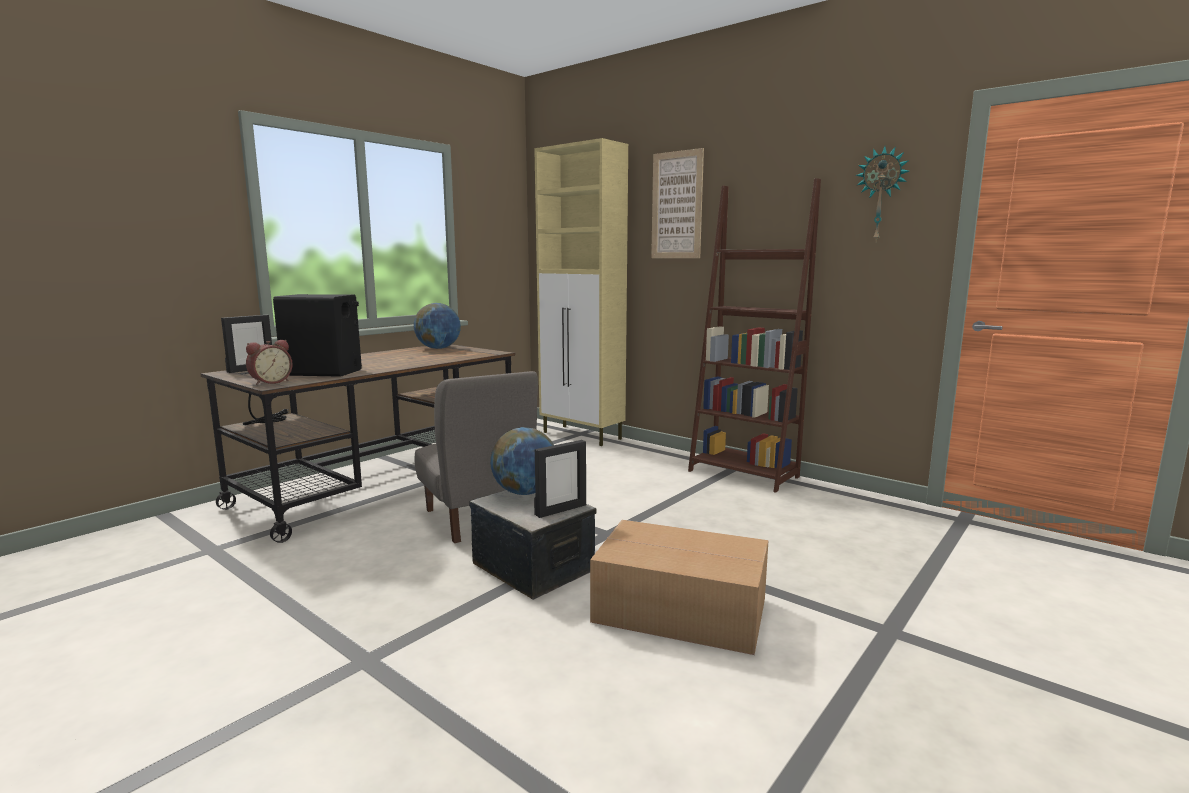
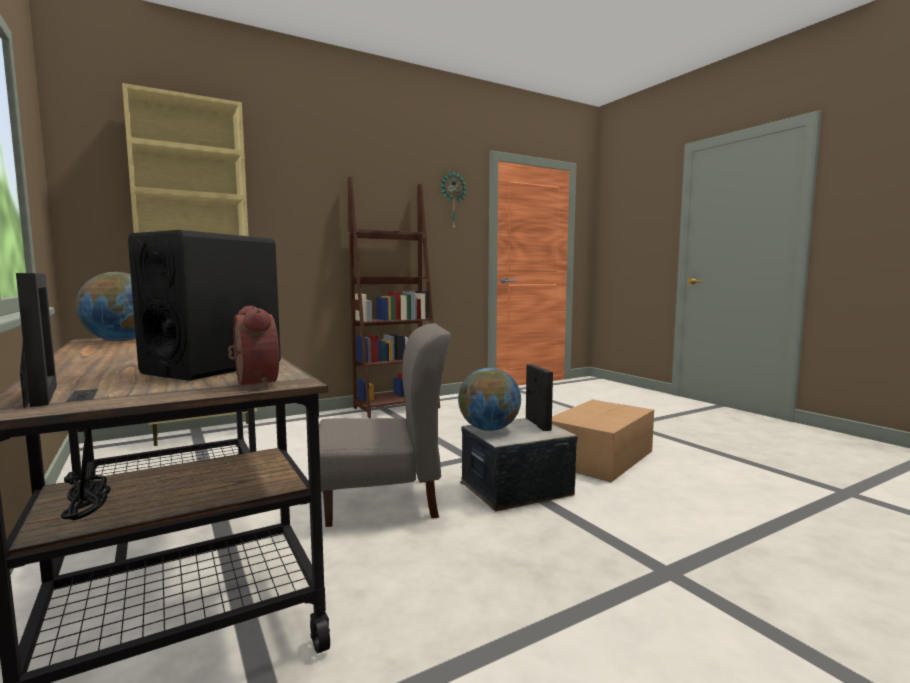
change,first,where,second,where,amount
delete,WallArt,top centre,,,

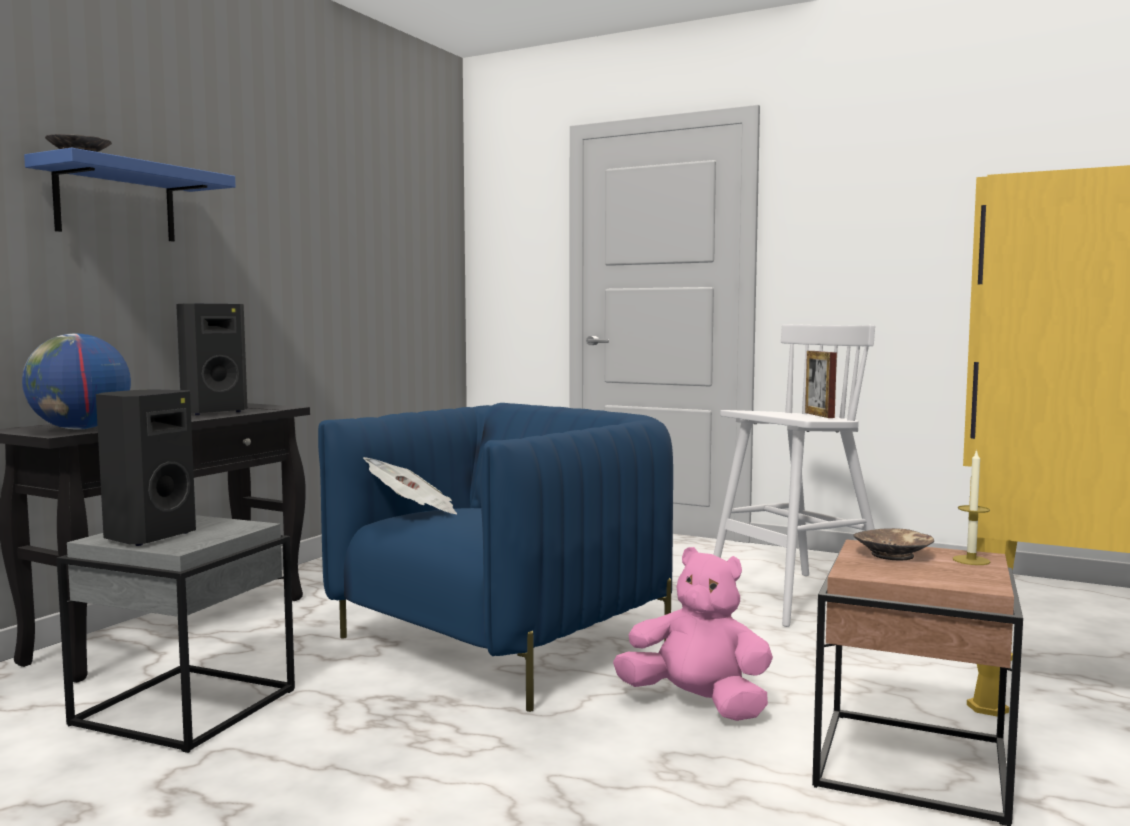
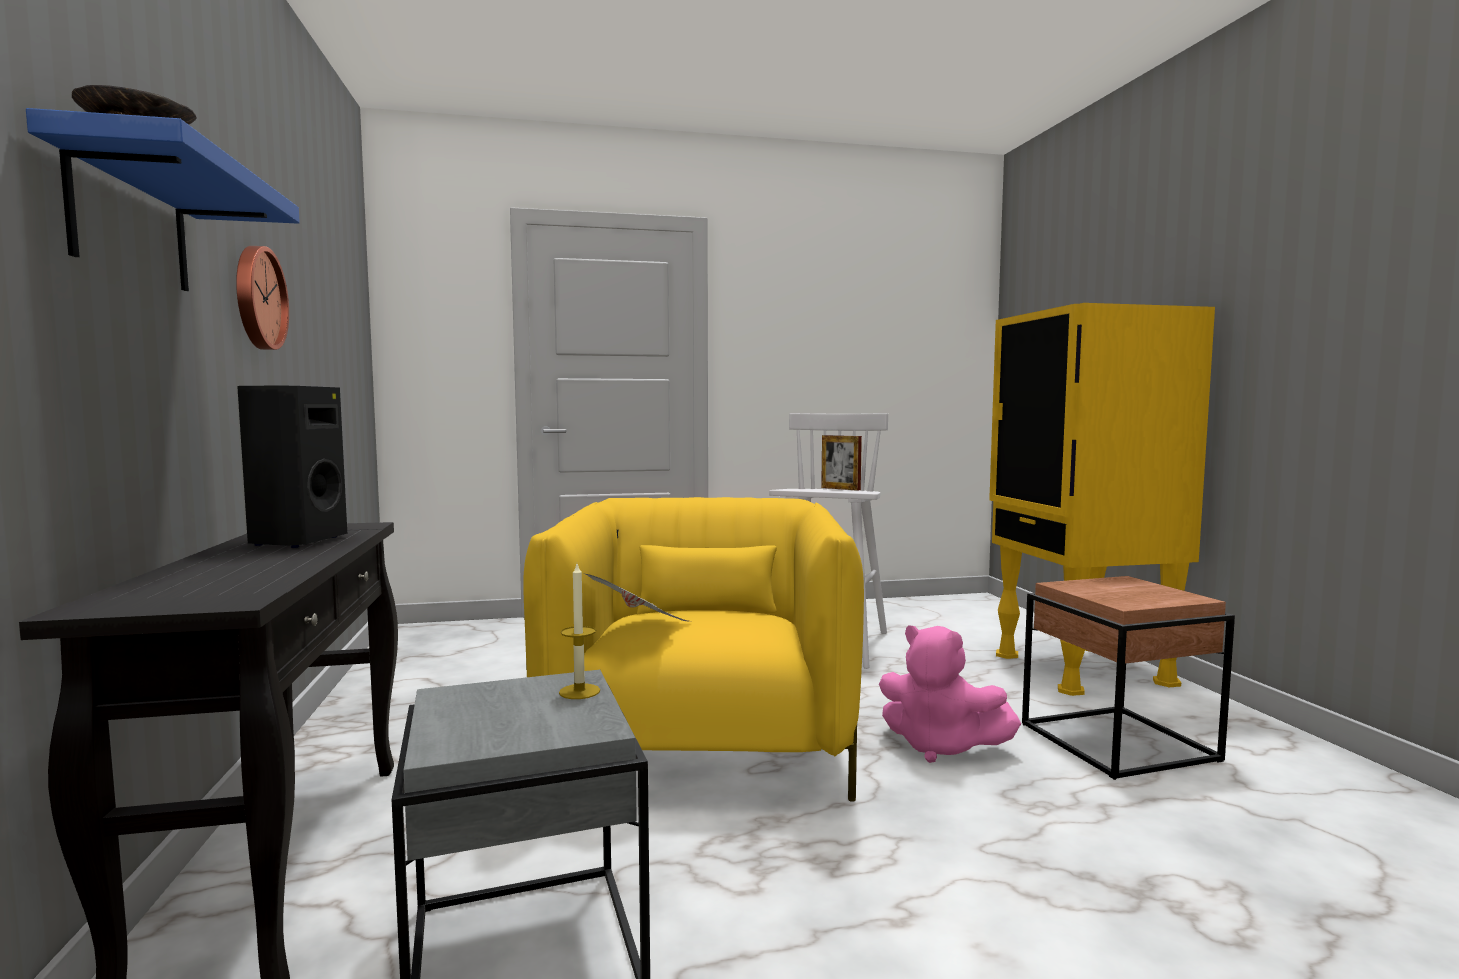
change,first,where,second,where,amount
insert,,,WallClock,top left,
recolor,BlueArmchair,bottom centre,YellowColouredArmchair,centre,
move,WaxCandle,middle right,,centre,
rotate,PinkPlushToy,bottom centre,,bottom centre,135 degrees counterclockwise
delete,WorldGlobe,middle left,,,
delete,BlackishAudioSpeaker (1st from left),middle left,,,
delete,BrownColouredServingBowl (2nd from left),middle right,,,

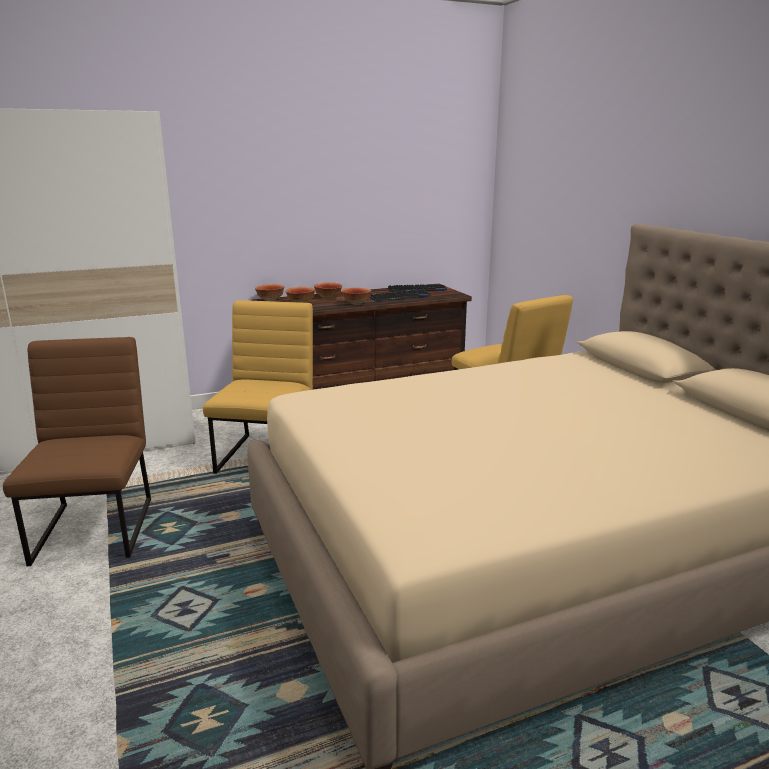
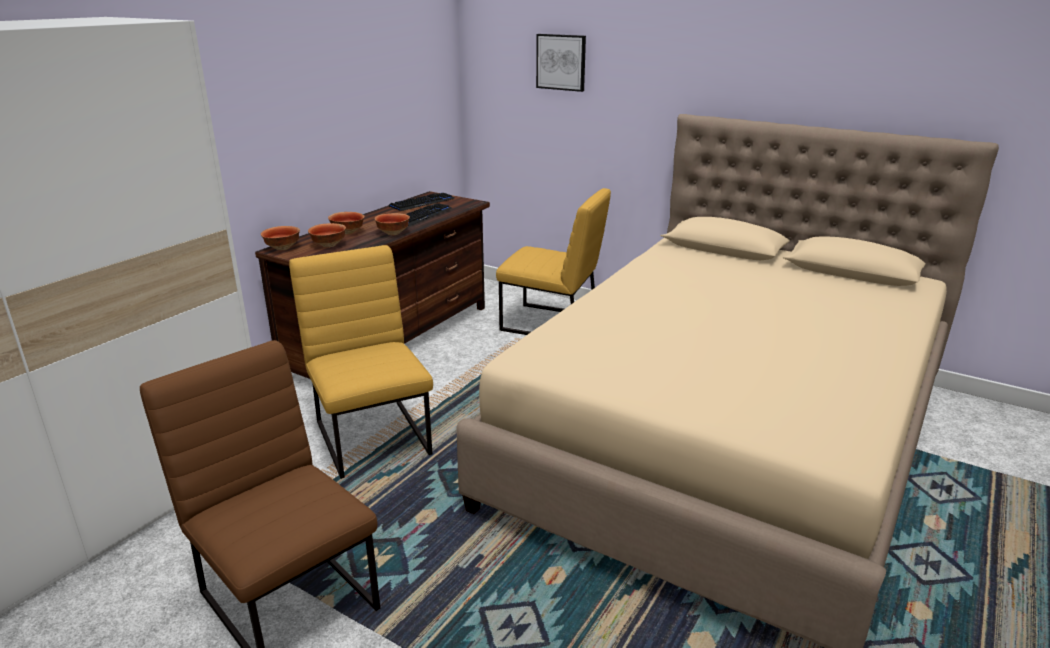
change,first,where,second,where,amount
insert,,,WallArt,top centre,

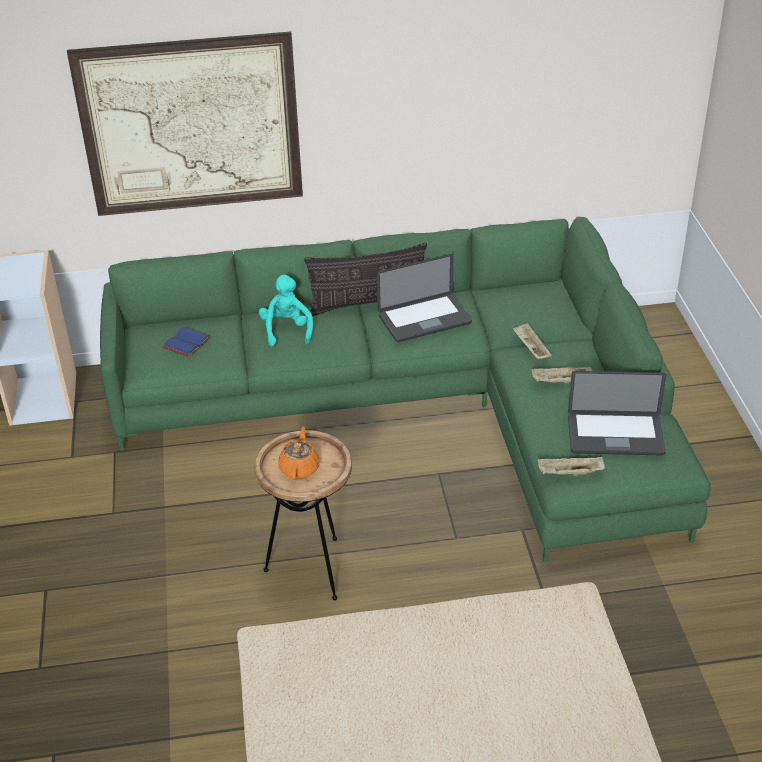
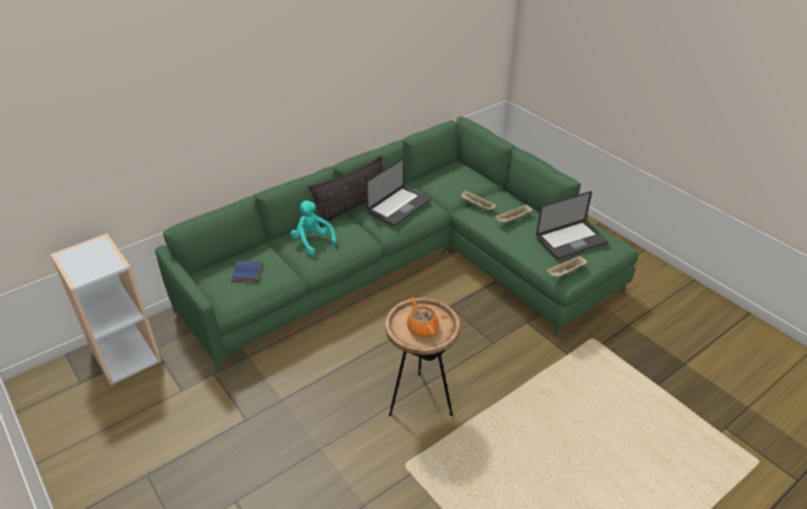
change,first,where,second,where,amount
delete,WallArt,top left,,,

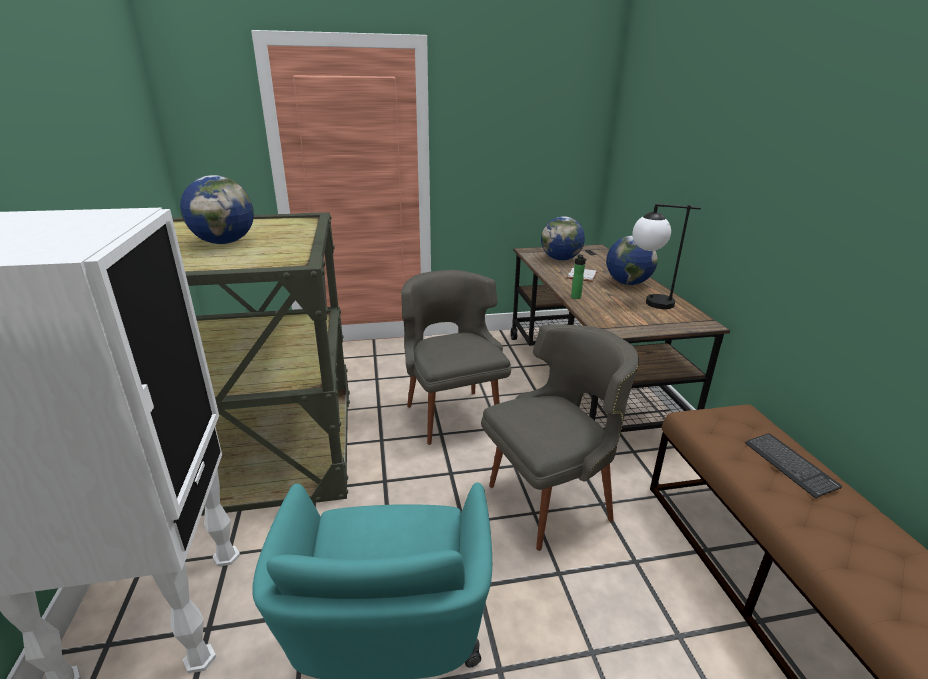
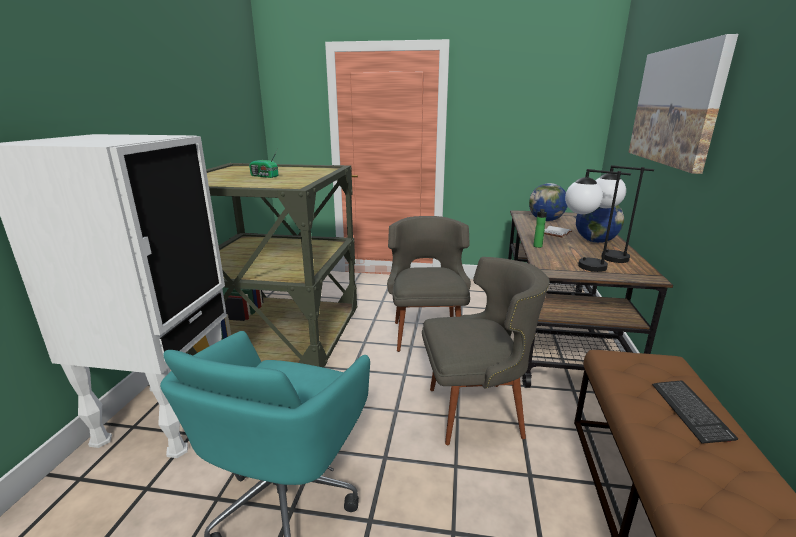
change,first,where,second,where,amount
replace,WorldGlobe (1st from left),top left,Radio,top left,
insert,,,TableLamp (1st from left),middle right,
insert,,,WallArt,top right,

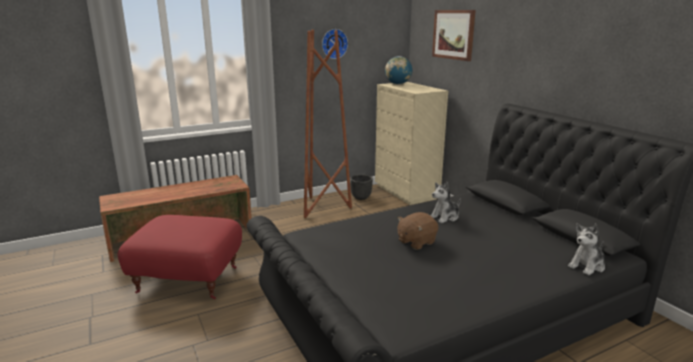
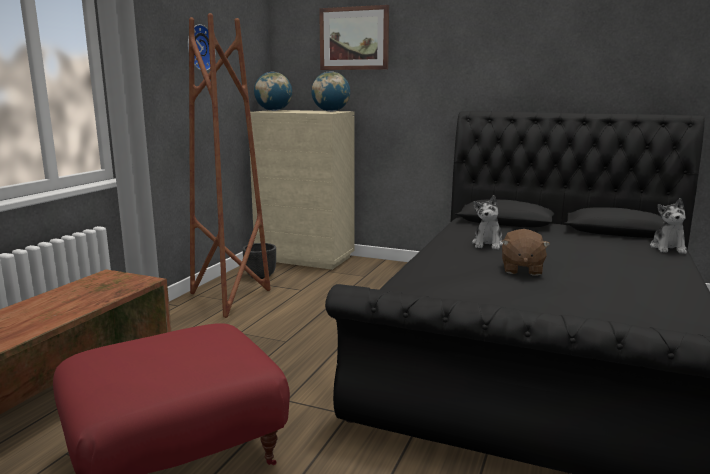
change,first,where,second,where,amount
insert,,,WorldGlobe (2nd from left),top centre,

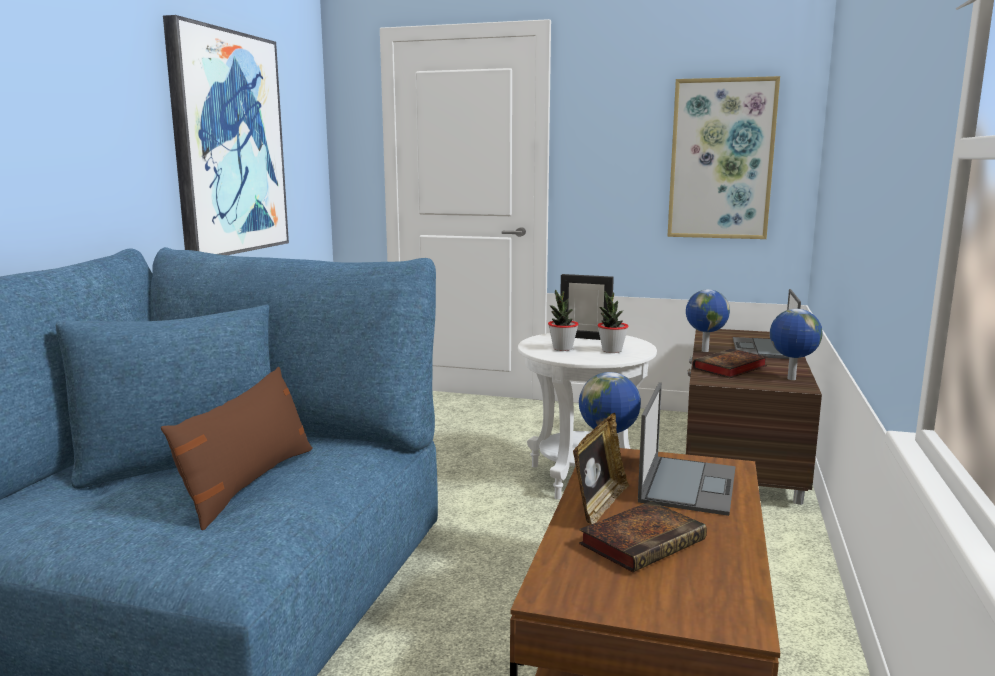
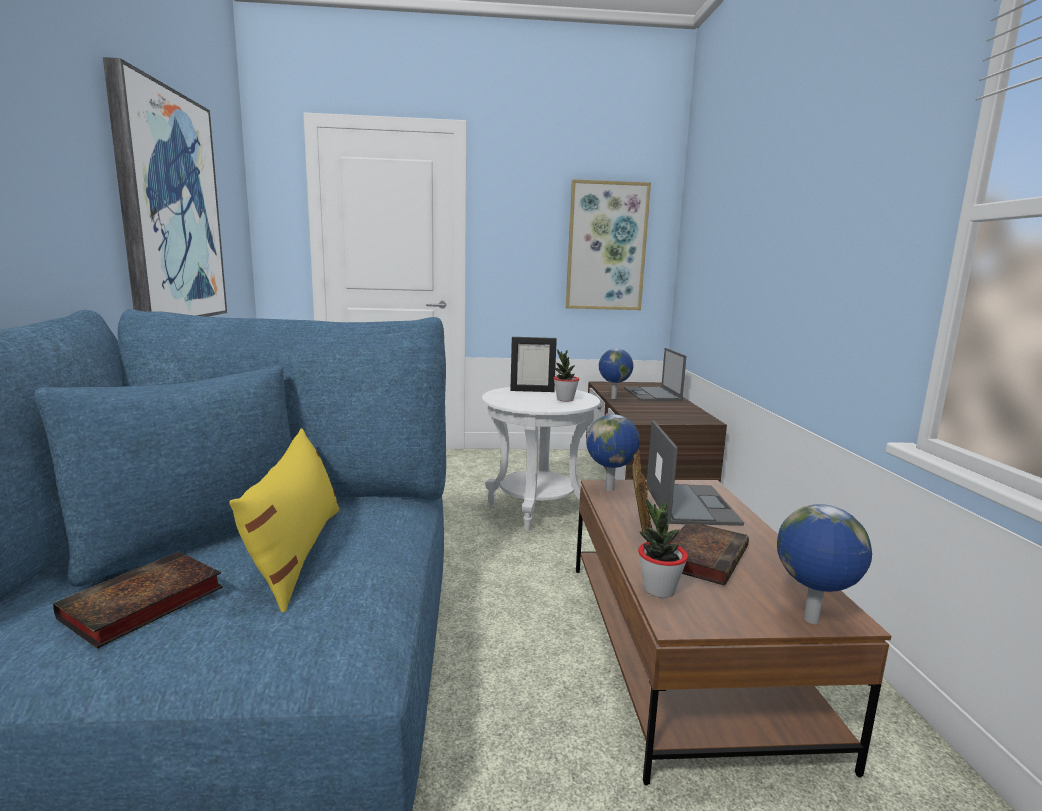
change,first,where,second,where,amount
move,Book (2nd from left in the first image),middle right,Book (1st from left),bottom left,
recolor,BrownColouredPillow,middle left,YellowColouredPillow,middle left,
move,Houseplant (1st from left in the first image),centre,Houseplant (2nd from left),bottom centre,
move,WorldGlobe (3rd from left),middle right,,bottom right,

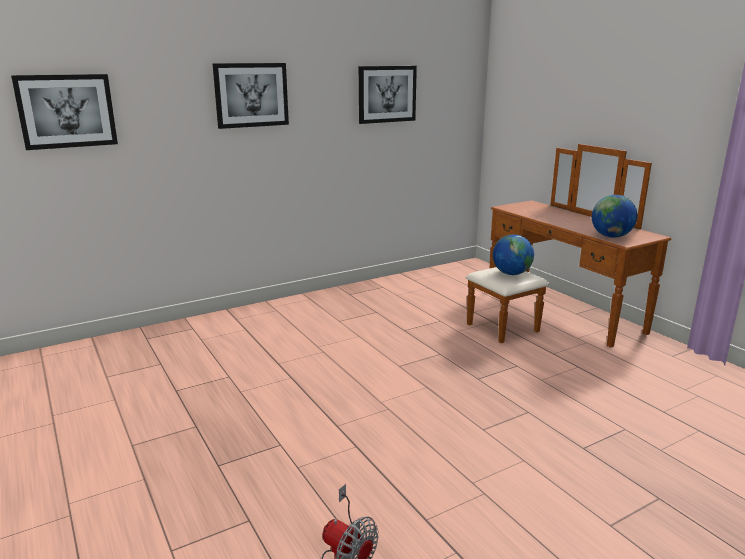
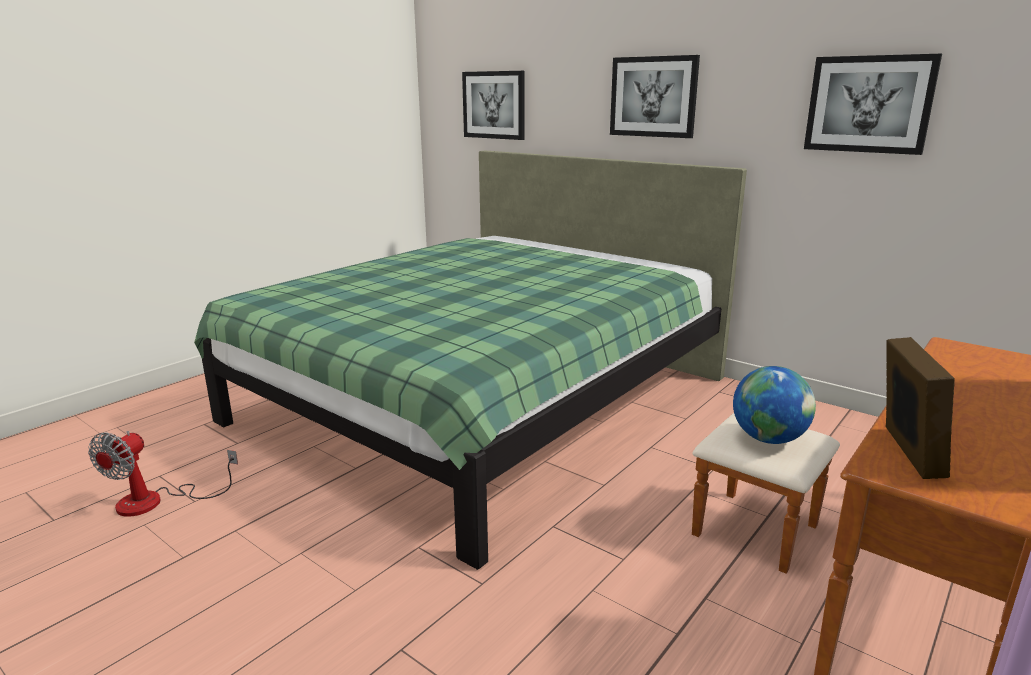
change,first,where,second,where,amount
insert,,,GreenSleepingBed,centre,
replace,WorldGlobe (2nd from left),middle right,StandingFrame,middle right,

